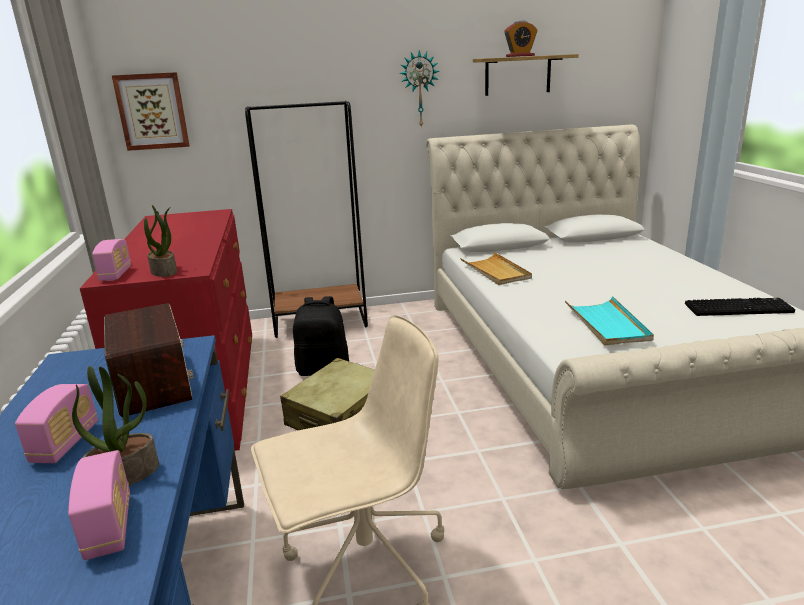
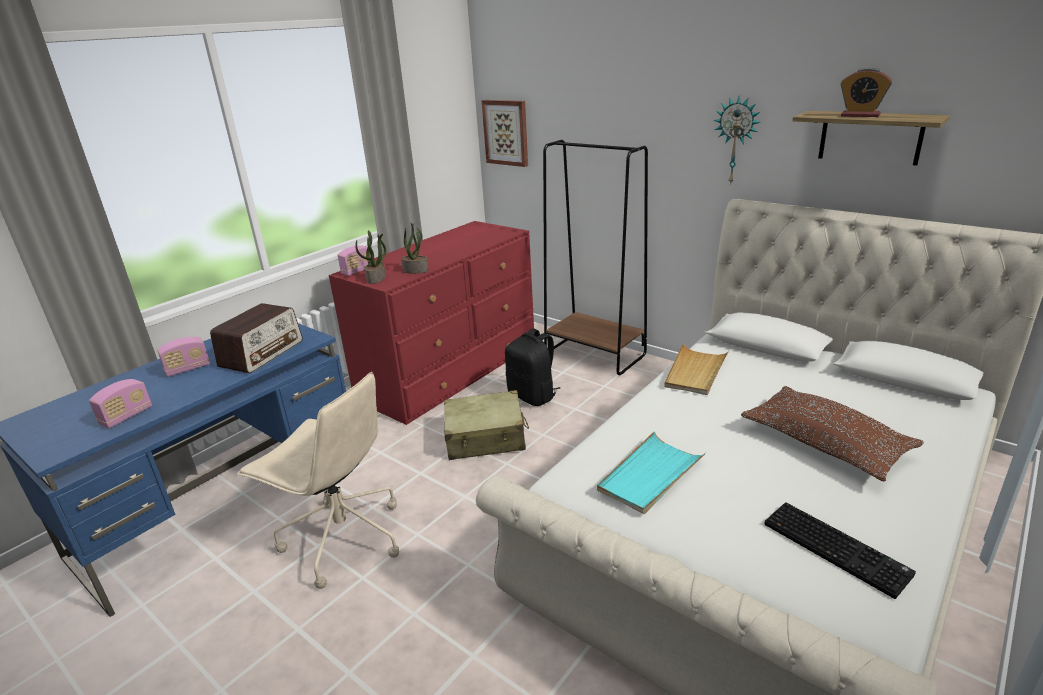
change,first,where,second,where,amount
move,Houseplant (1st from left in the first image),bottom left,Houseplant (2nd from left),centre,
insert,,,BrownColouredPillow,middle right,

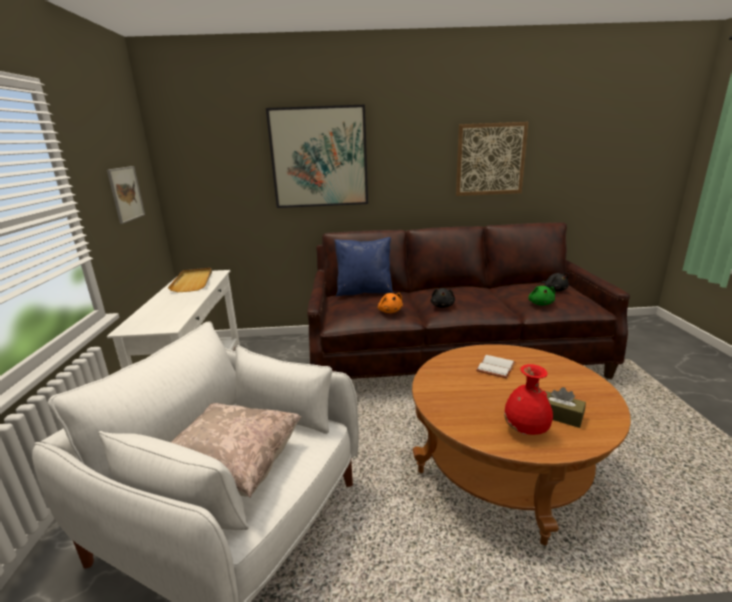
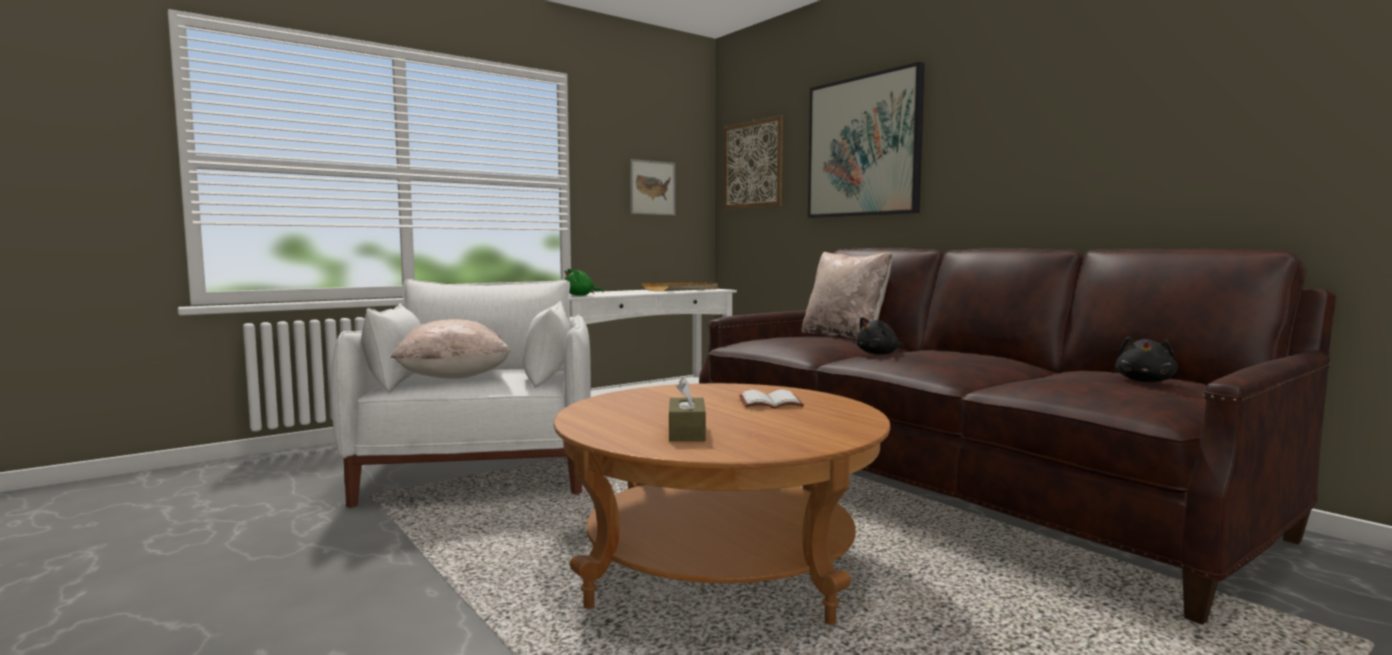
change,first,where,second,where,amount
move,GreenPlushToy,middle right,,centre,
move,WallArt (3rd from left in the first image),top right,WallArt (2nd from left),top centre,
recolor,BluePillow,centre,BeigePillow (2nd from left),centre,
delete,OrangeColouredPlushToy,centre,,,
delete,ReddishDecorativeVase,middle right,,,

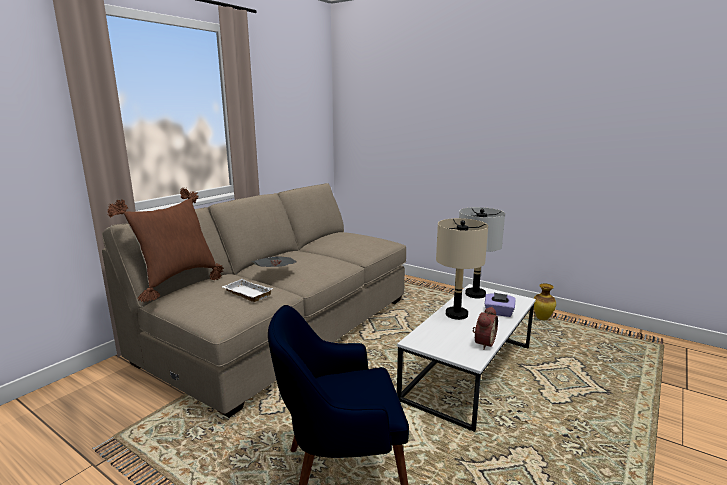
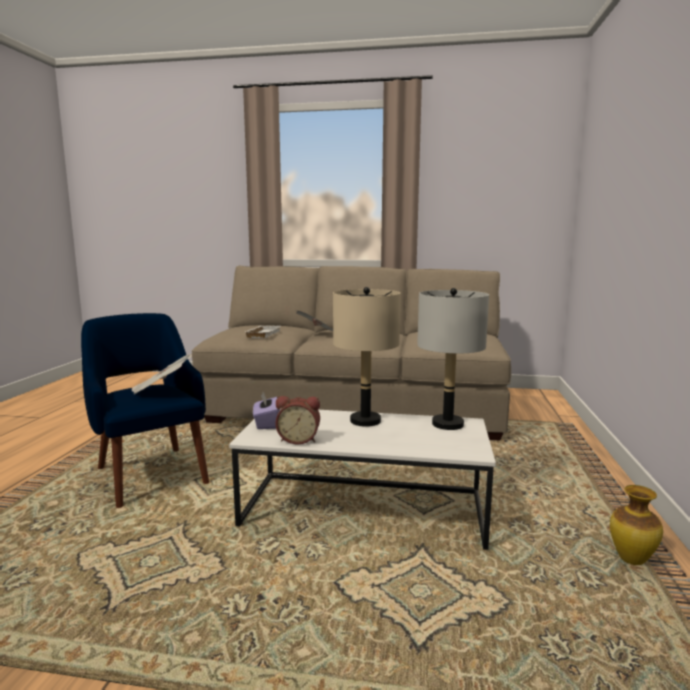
change,first,where,second,where,amount
insert,,,Newspaper (1st from left),middle left,
move,PurplishTissueHolder,middle right,,centre,
delete,BrownColouredPillow,middle left,,,

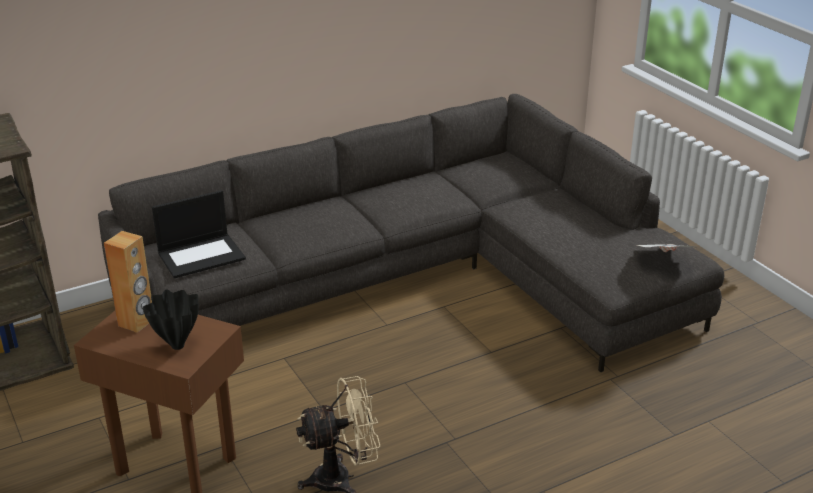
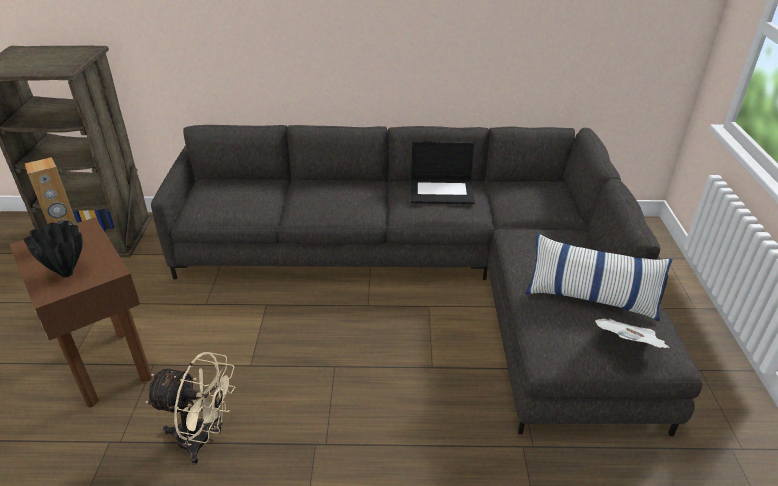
change,first,where,second,where,amount
move,PortableComputer,middle left,,centre,
insert,,,Pillow,middle right,

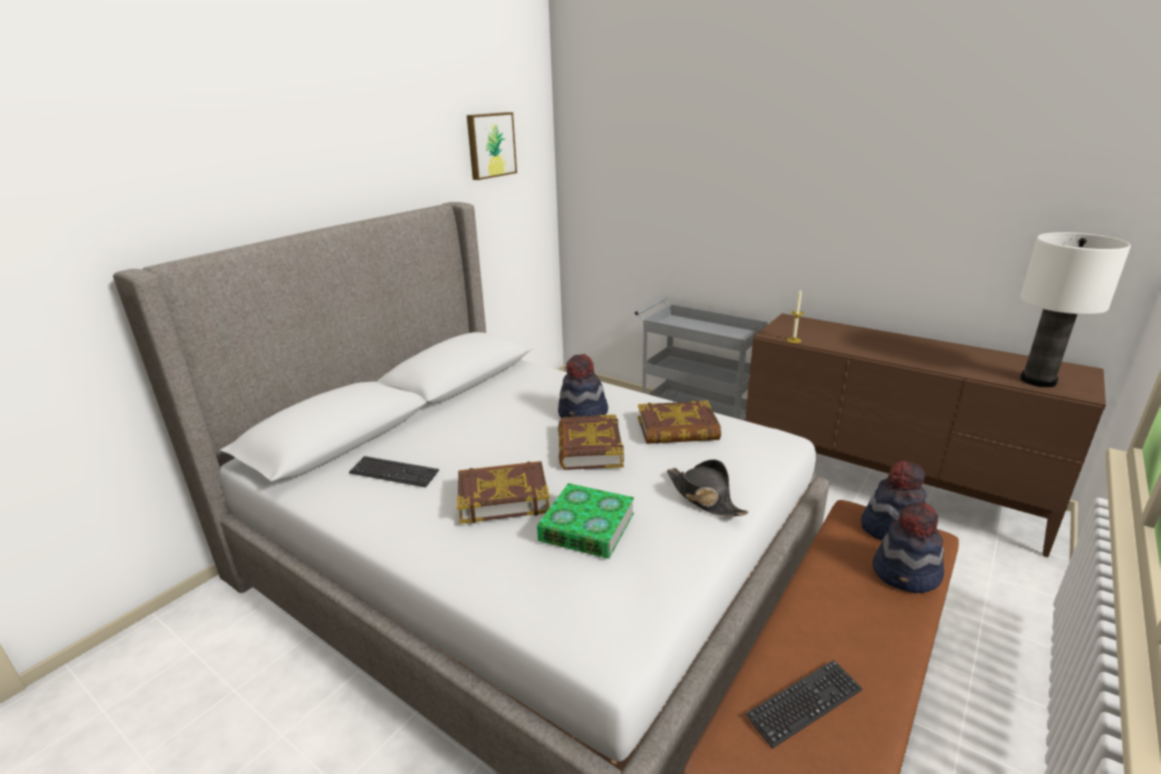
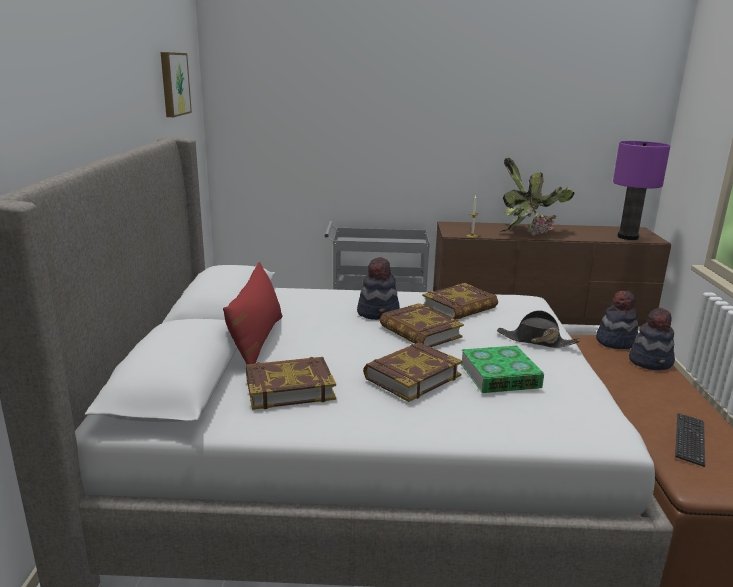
change,first,where,second,where,amount
insert,,,ReddishPillow,centre,
replace,Keyboard (1st from left),centre,Book (1st from left),centre,
insert,,,Houseplant,middle right,
recolor,WhiteColouredTableLamp,middle right,PurplishTableLamp,top right,

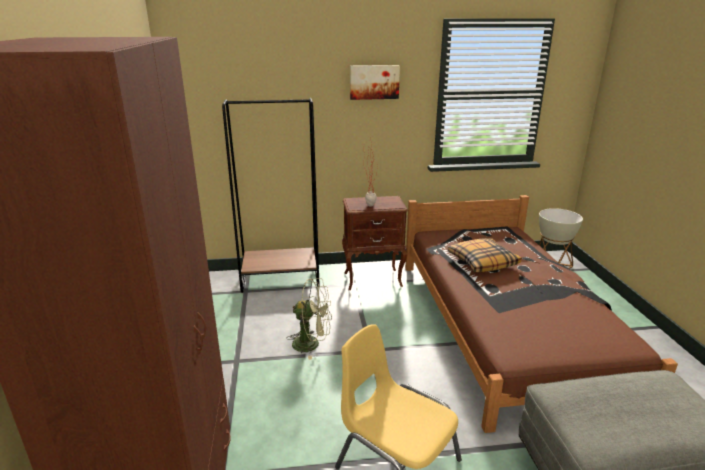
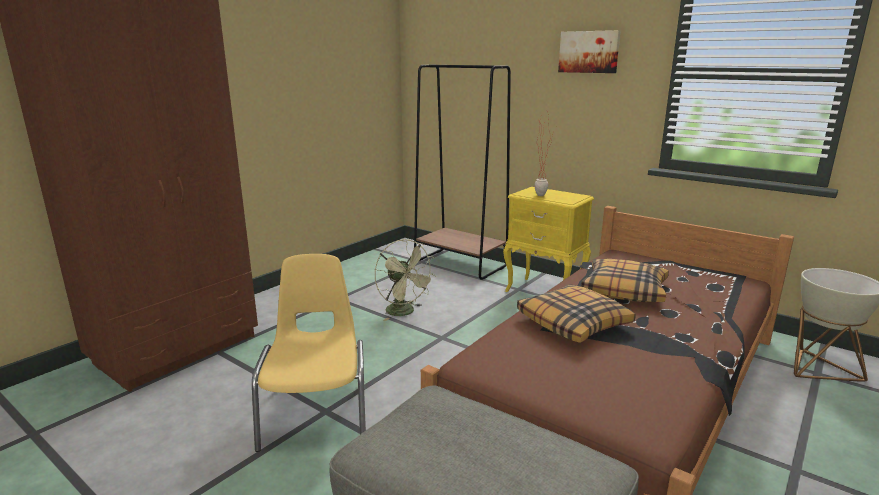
change,first,where,second,where,amount
recolor,BrownColouredBedsideTable,centre,YellowColouredBedsideTable,centre,
insert,,,Pillow (1st from left),centre,

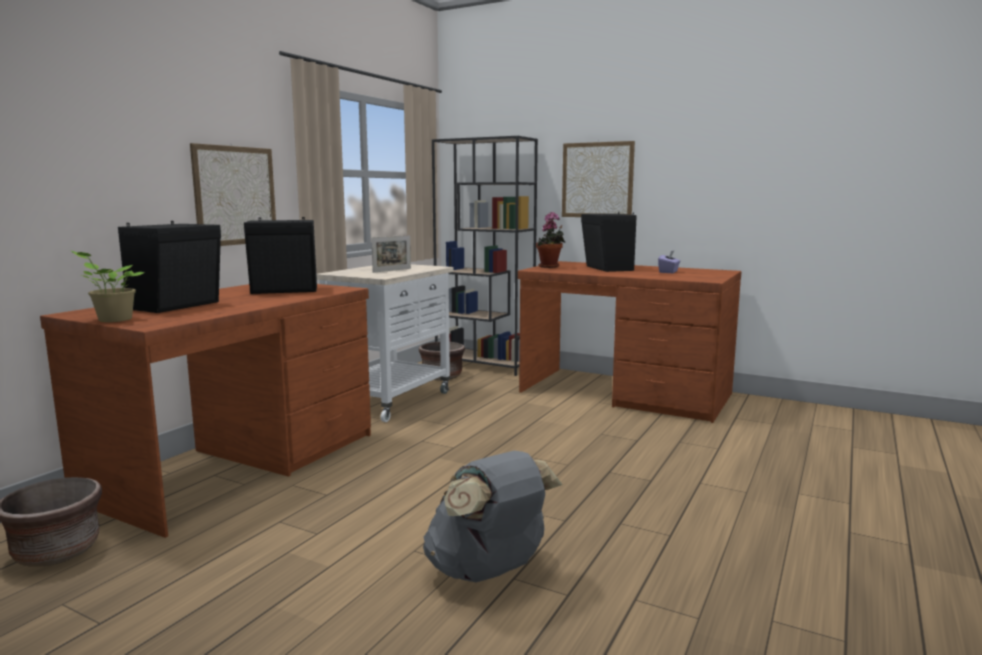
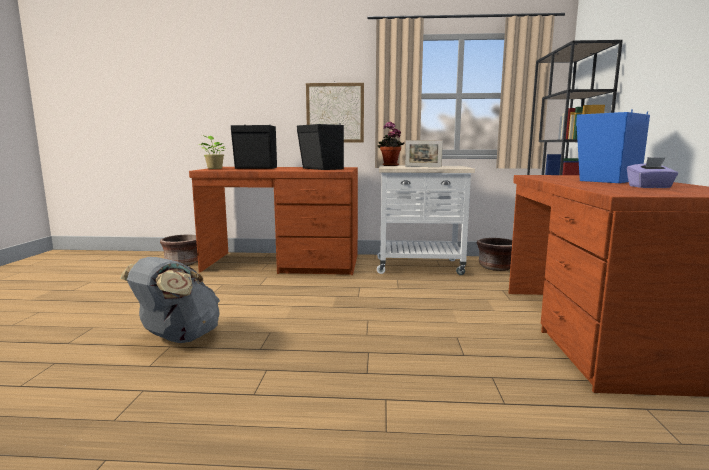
change,first,where,second,where,amount
move,Houseplant (2nd from left),centre,,top centre,
recolor,BlackishAudioSpeaker (3rd from left),centre,BlueAudioSpeaker,top right,
delete,WallArt (2nd from left),top centre,,,

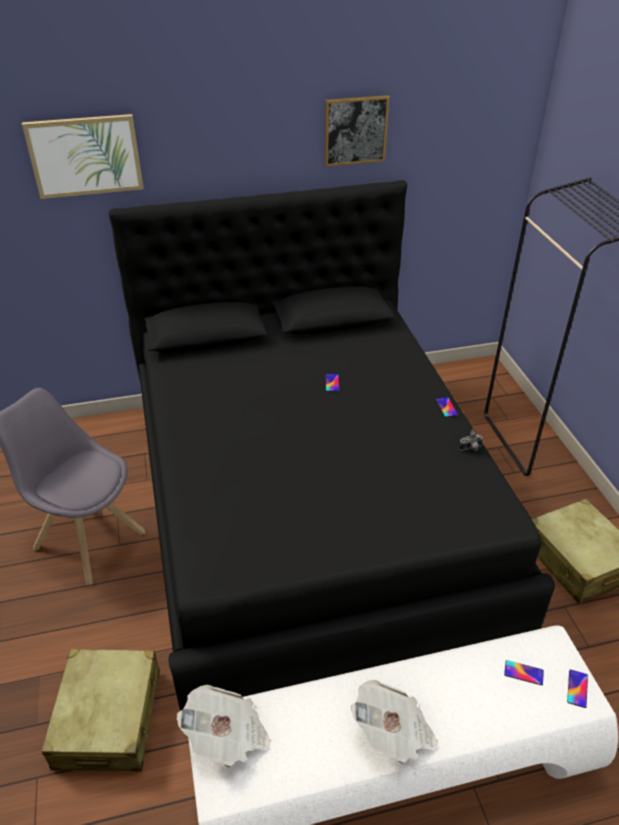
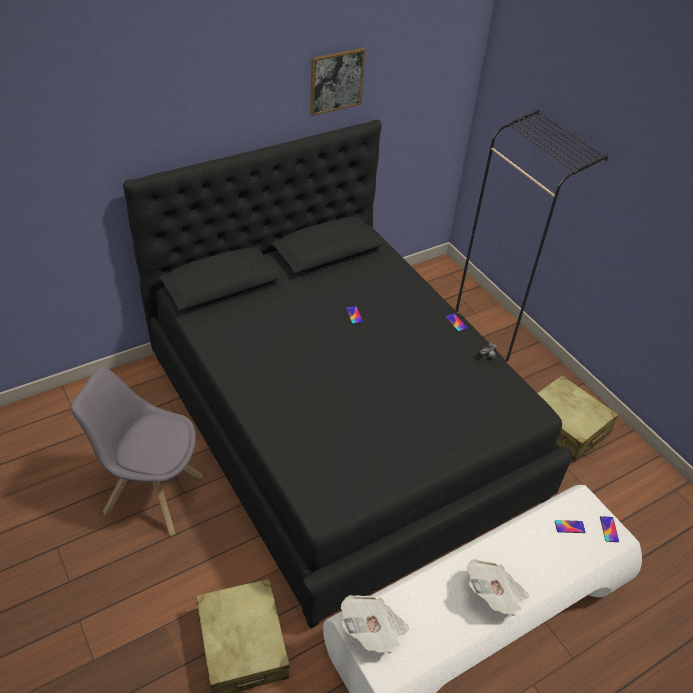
change,first,where,second,where,amount
delete,WallArt (1st from left),top left,,,

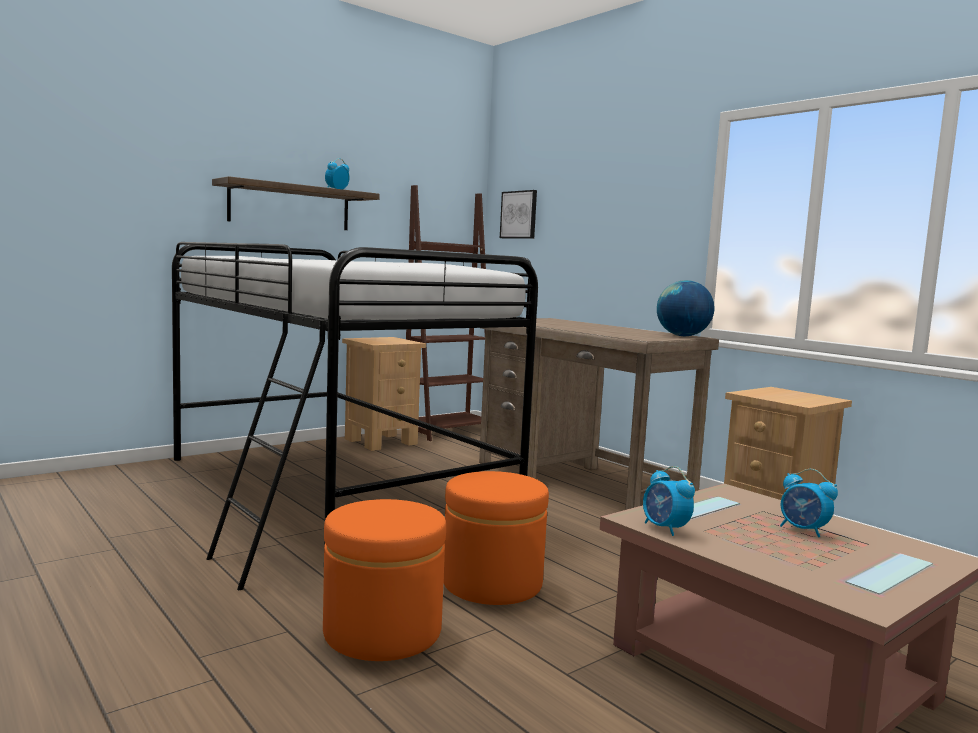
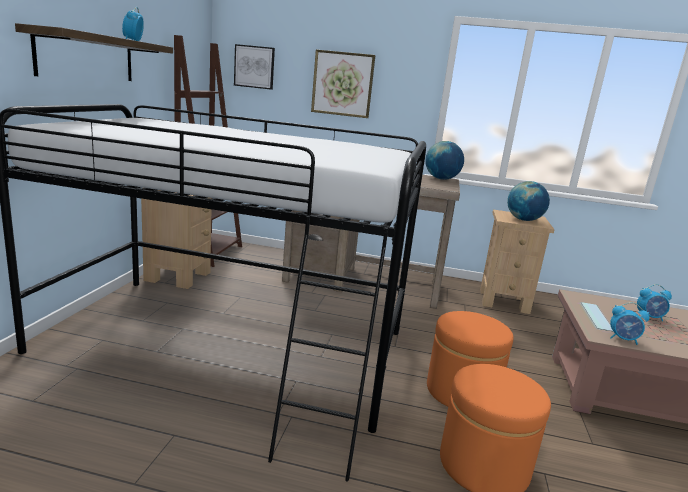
change,first,where,second,where,amount
insert,,,WallArt (2nd from left),top centre,
insert,,,WorldGlobe (2nd from left),middle right,

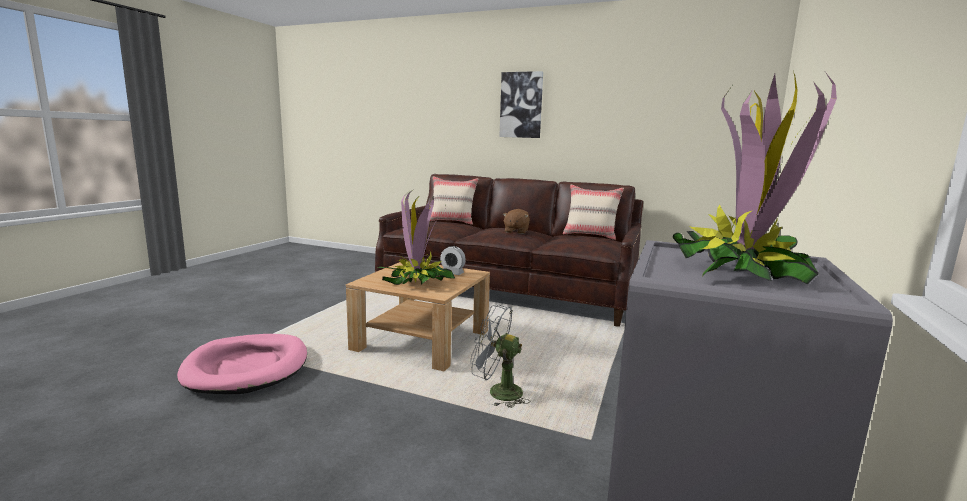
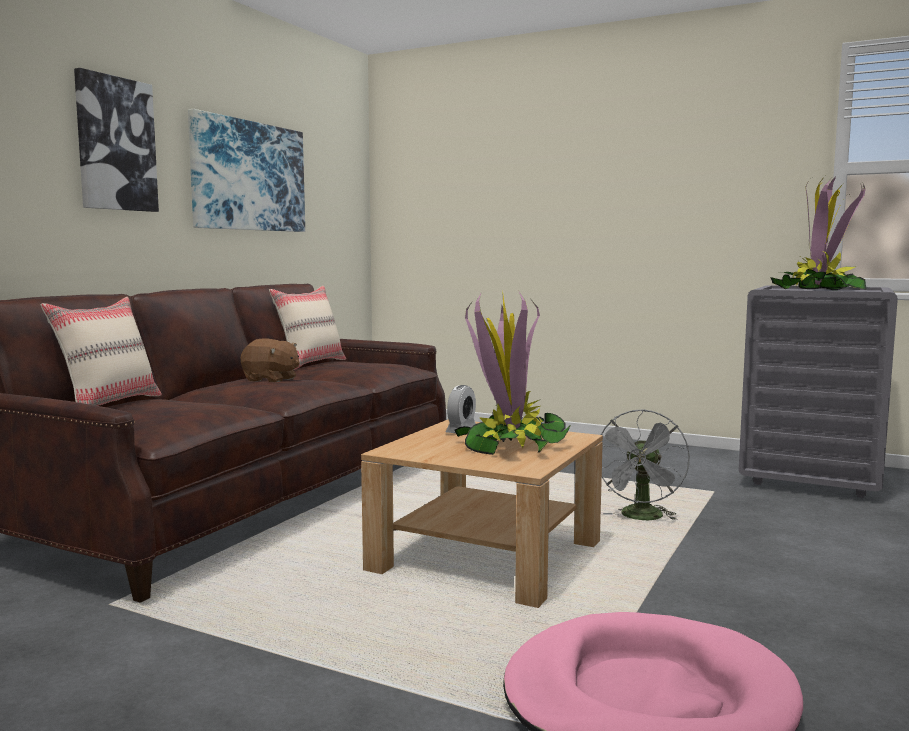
change,first,where,second,where,amount
insert,,,WallArt (2nd from left),top left,

